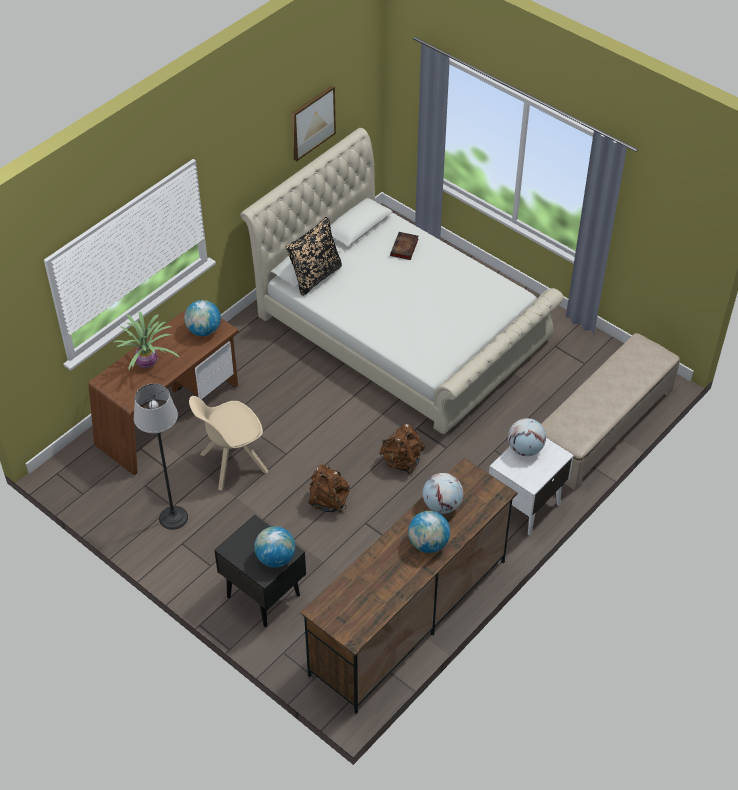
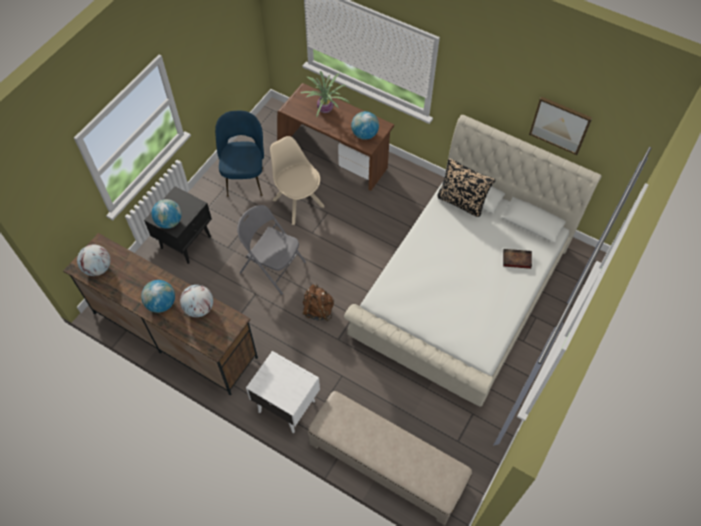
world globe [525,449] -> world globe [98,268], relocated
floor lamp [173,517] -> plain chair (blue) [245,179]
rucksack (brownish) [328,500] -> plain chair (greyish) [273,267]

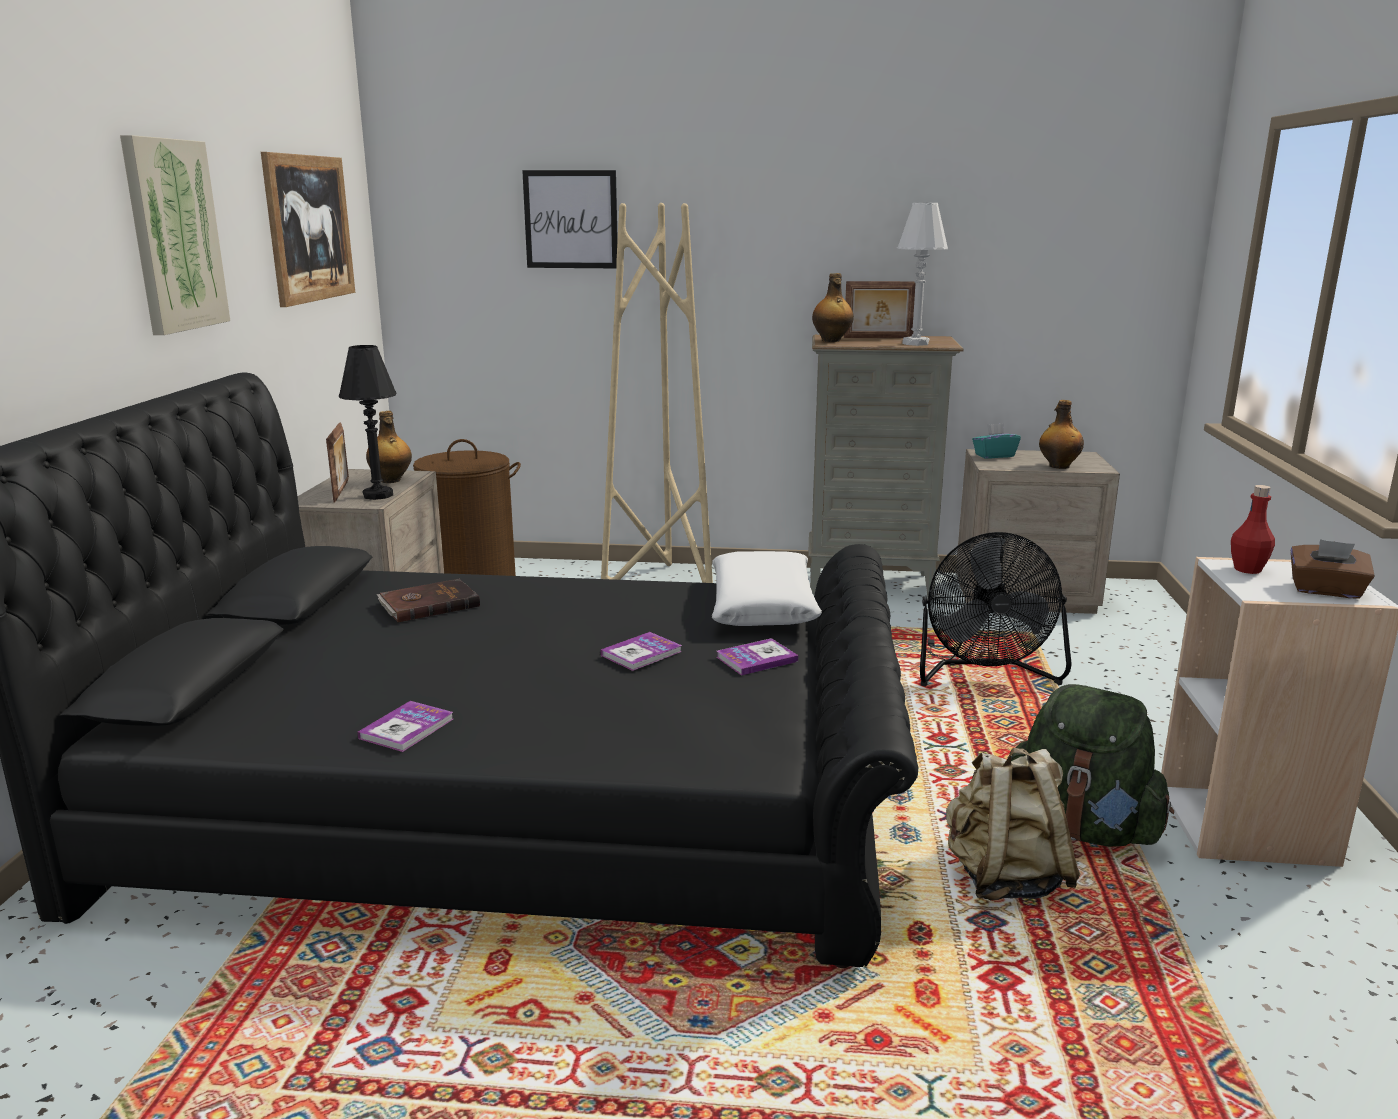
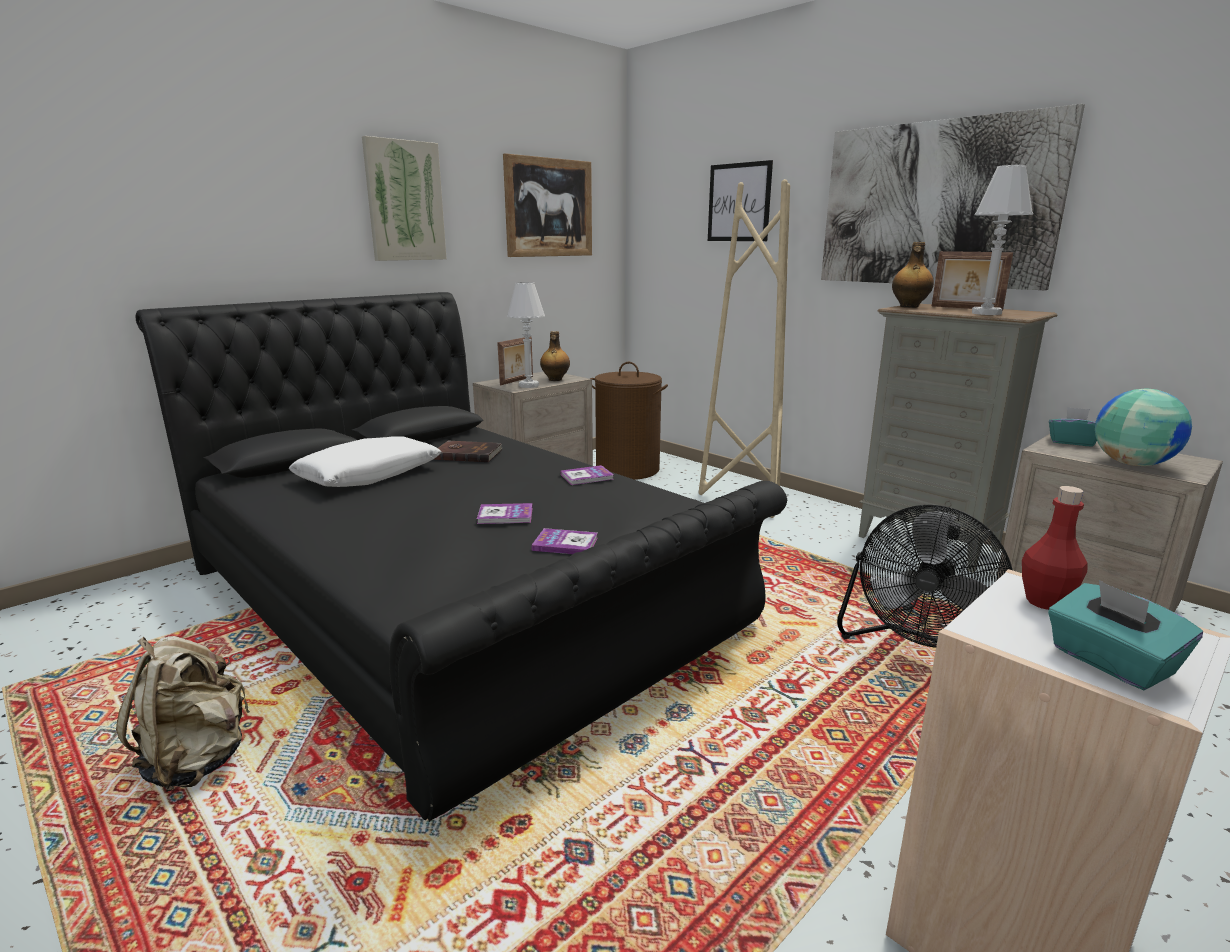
rucksack (sand-coloured) [1004,879] -> rucksack (sand-coloured) [197,760], relocated
cushion (white-coloured) [763,605] -> cushion (white-coloured) [369,475], relocated
tabletop lamp (blackish) [378,495] -> tabletop lamp (white-coloured) [529,386]
book [407,728] -> book [587,477], relocated
none -> wall picture [935,205]
box of tissues (brownish) [1326,591] -> box of tissues (turquoise) [1109,662]
beverage bottle [1058,466] -> world globe [1131,464]
rucksack (greenish) [1081,829] -> none

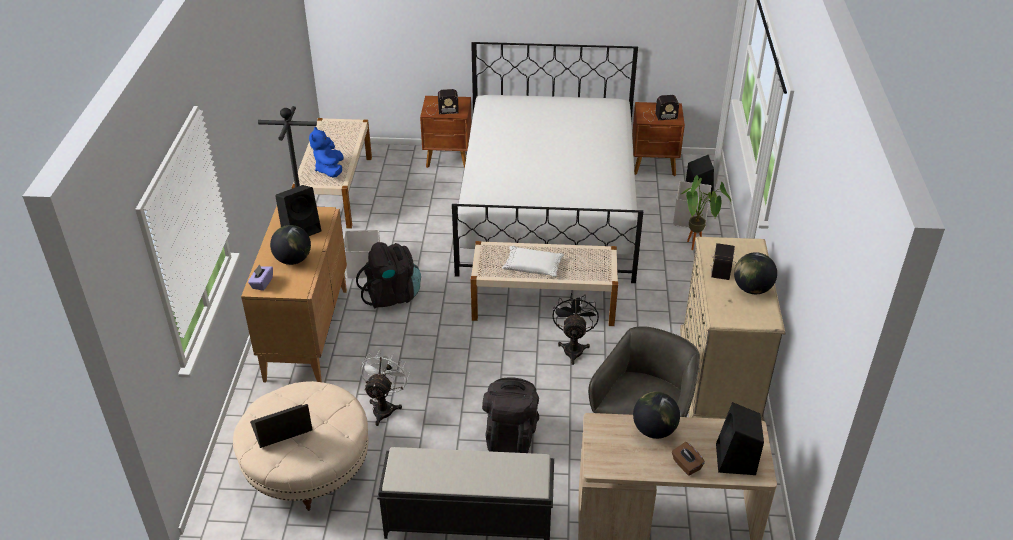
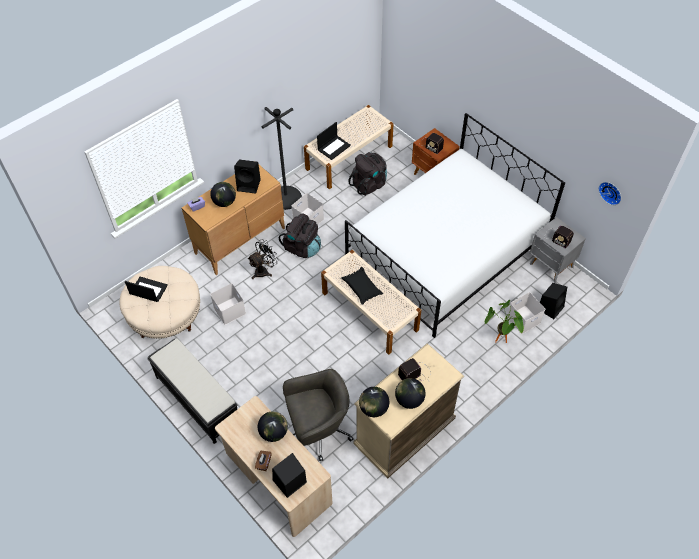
cooling fan (white-coloured) [385,407] -> storage container (white-coloured) [229,310]
cooling fan (blackish) [573,347] -> cooling fan (blackish) [264,270], relocated
cuddly toy (blue) [330,170] -> notebook computer [334,147]
cushion (white-coloured) [533,265] -> cushion (blackish) [362,287]
rucksack (blackish) [511,436] -> rucksack (blackish) [369,184], relocated
none -> world globe [373,408]
nightstand (brownish) [654,165] -> nightstand (greyish) [551,266]
none -> wall clock [611,192]

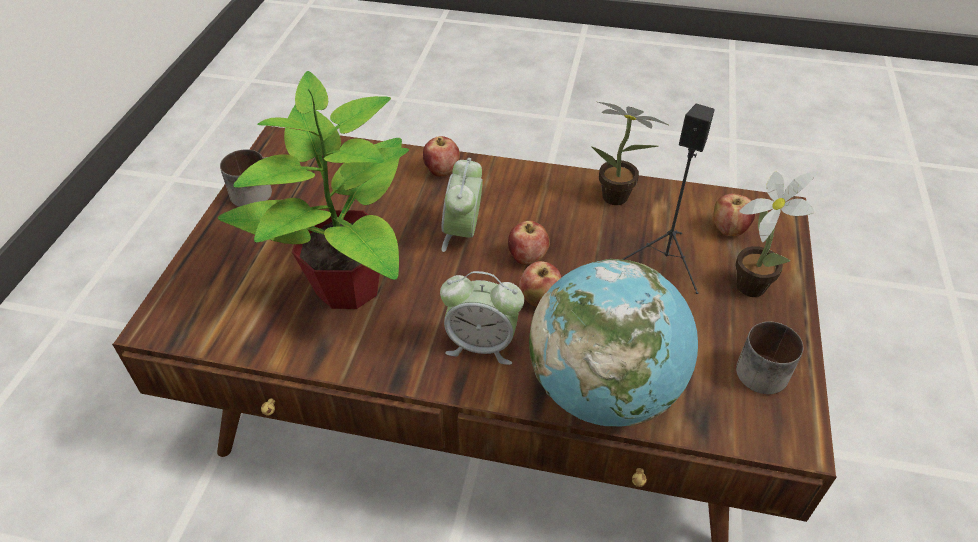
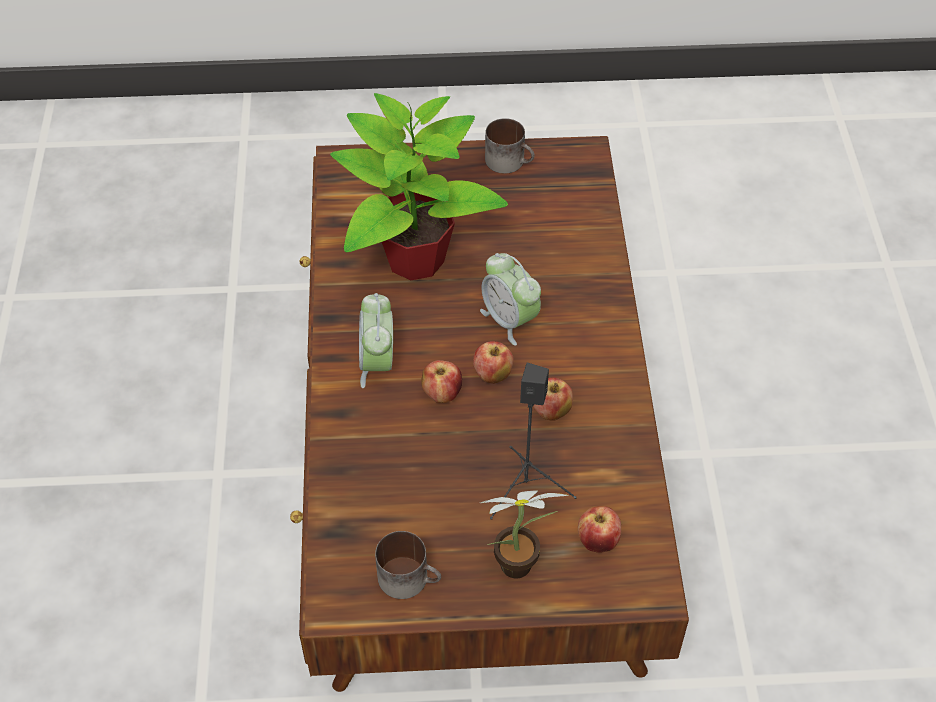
table clock [463,233] -> table clock [509,320], 120 degrees counterclockwise
apple [441,171] -> apple [551,412], relocated
world globe [604,390] -> none
plant in a pot [619,199] -> none

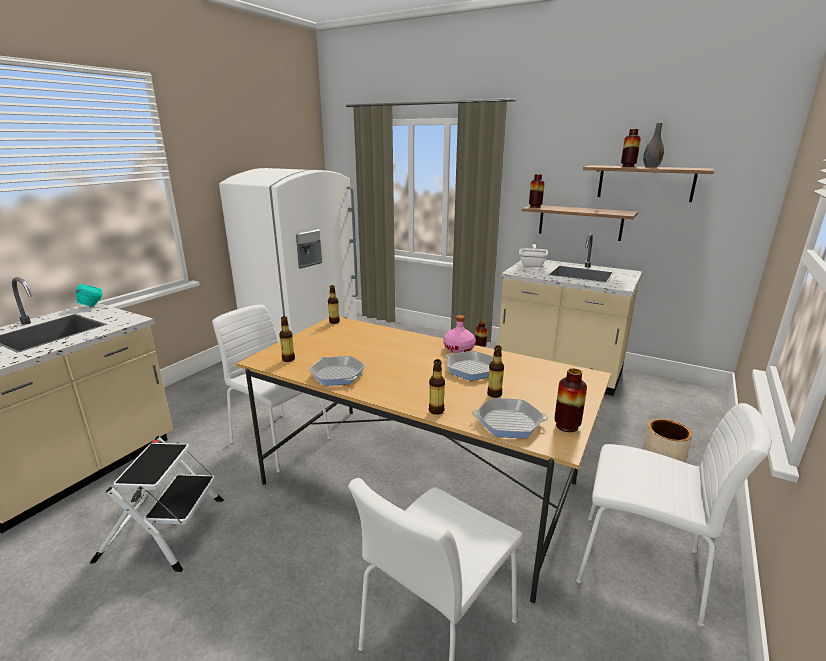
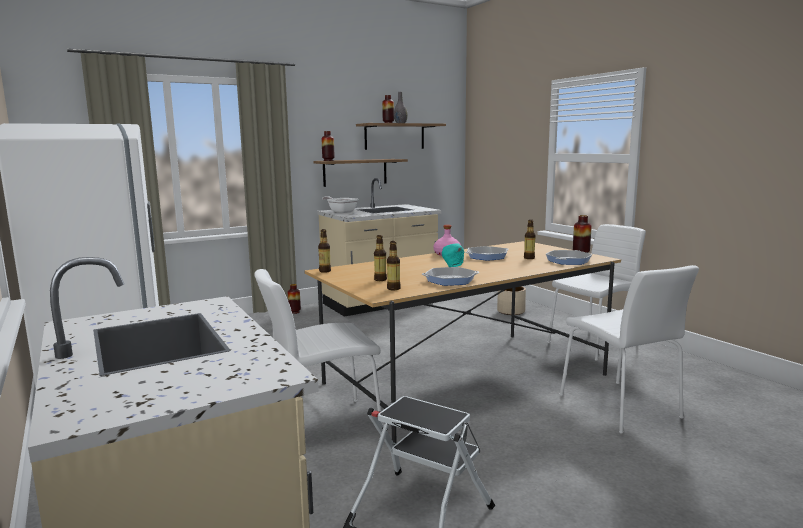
beverage bottle [436,410] -> beverage bottle [380,280], relocated
serving bowl (turquoise) [91,306] -> serving bowl (turquoise) [453,267], relocated

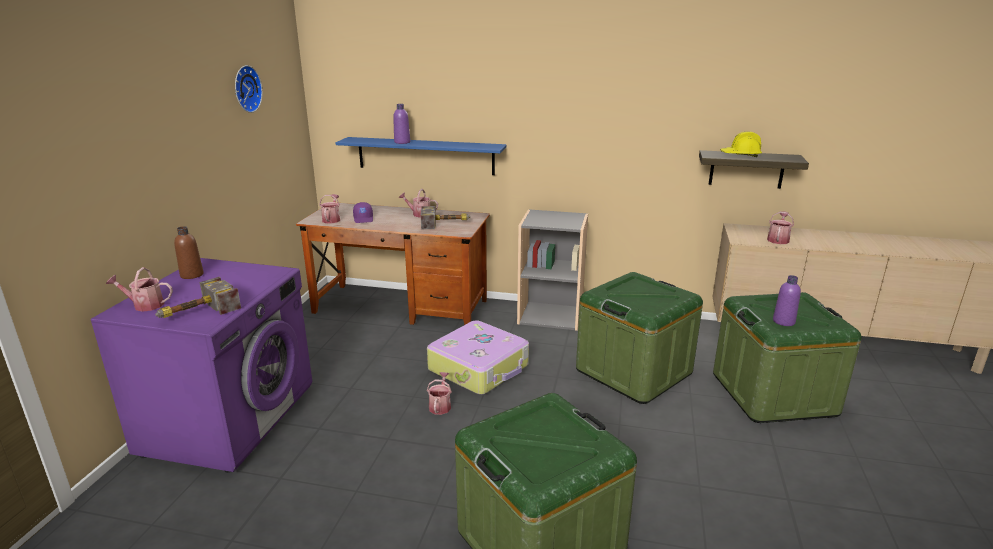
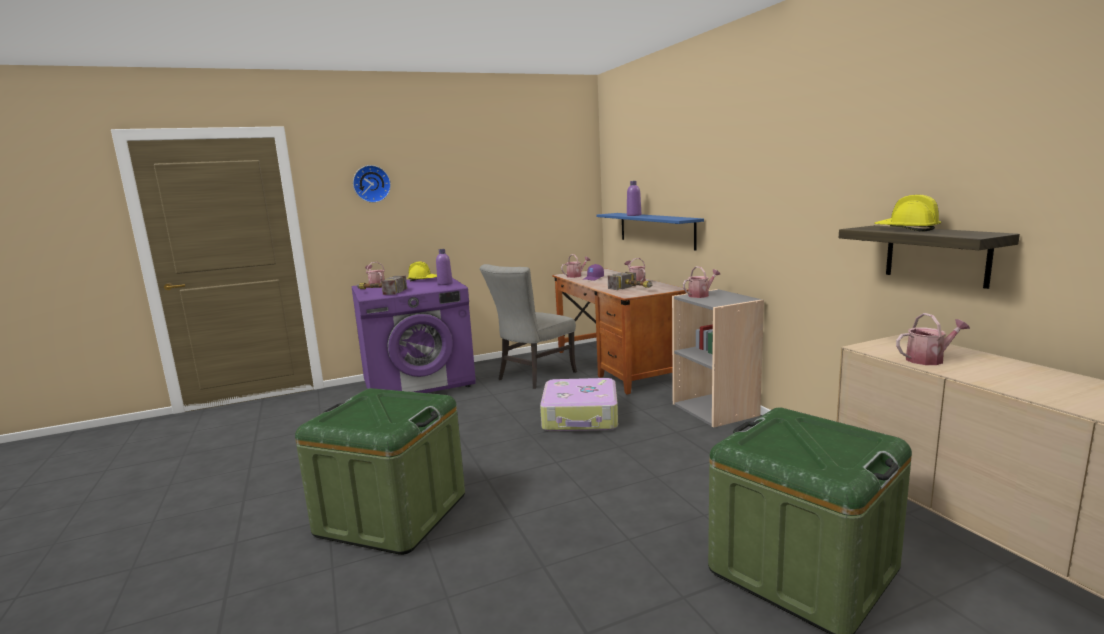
wall clock [245,89] -> wall clock [371,184], relocated
beverage bottle (brownish) [192,275] -> hard hat (yellow-coloured) [423,280]
beverage bottle (purple) [783,321] -> beverage bottle (purple) [445,284], relocated
none -> plain chair (greyish) [533,376]
sprinkling can [440,405] -> sprinkling can [700,295], relocated
storage container (greenish) [633,371] -> none

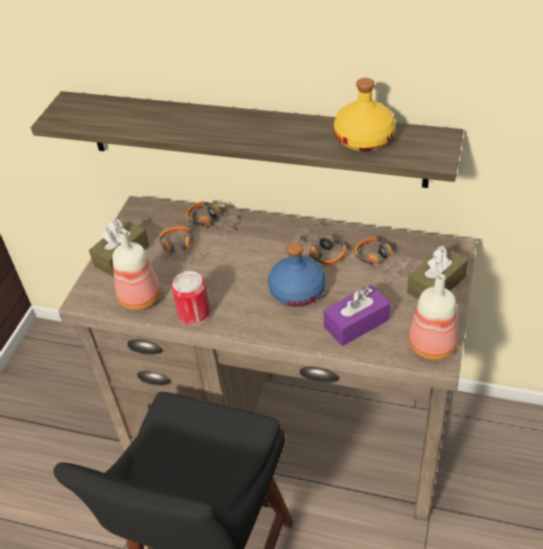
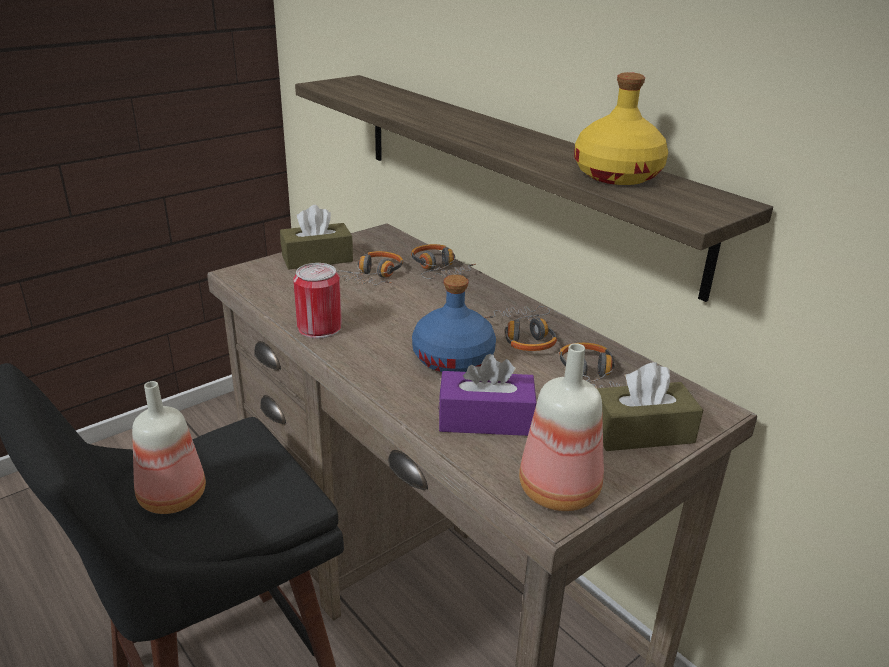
beverage bottle [139,299] -> beverage bottle [170,497], relocated

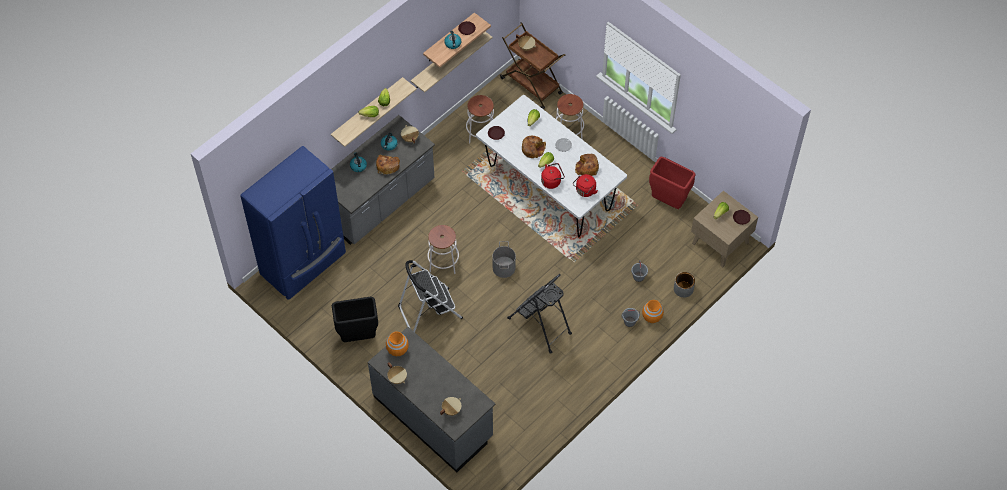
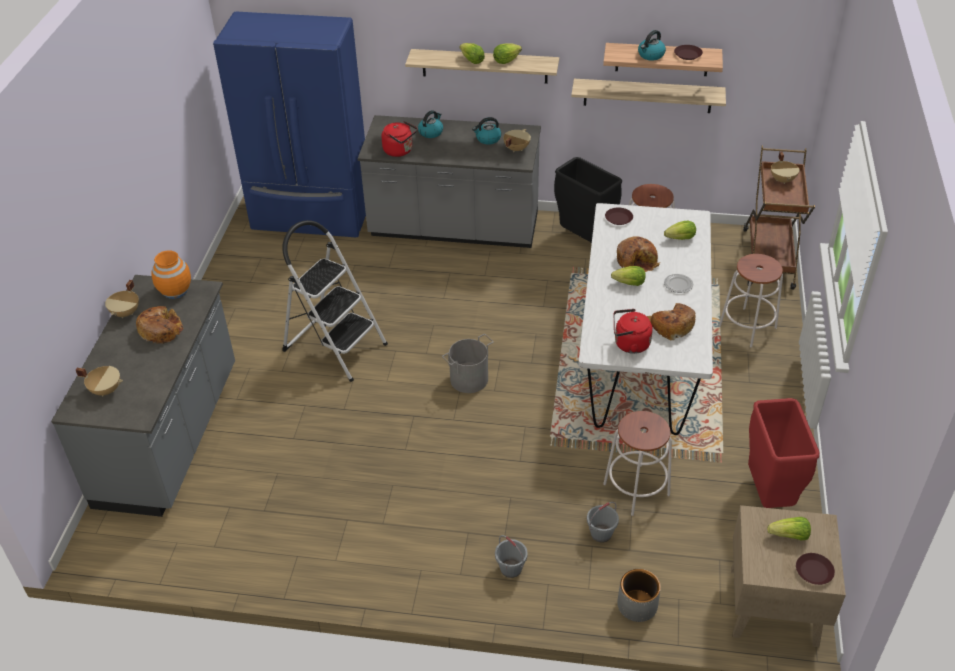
bakery bread [387,166] -> bakery bread [161,330], relocated
tea kettle (red) [552,181] -> tea kettle (red) [400,151], relocated
trash can (blackish) [358,337] -> trash can (blackish) [584,239], relocated
sitting stool (white-coloured) [443,262] -> sitting stool (white-coloured) [636,489], relocated
step stool [540,326] -> none
decorative vase (orange-coloured) [652,317] -> none

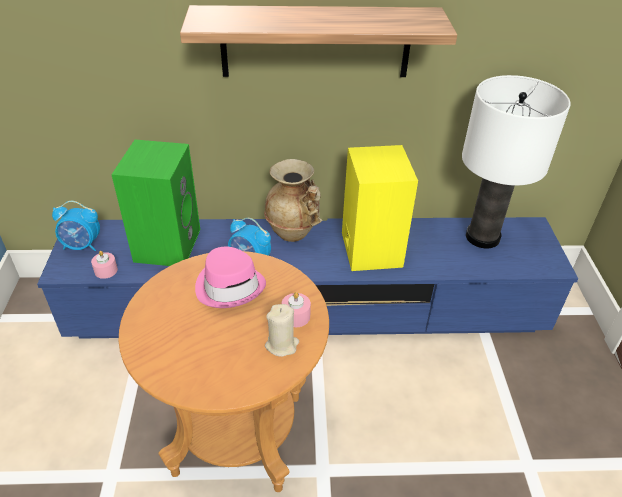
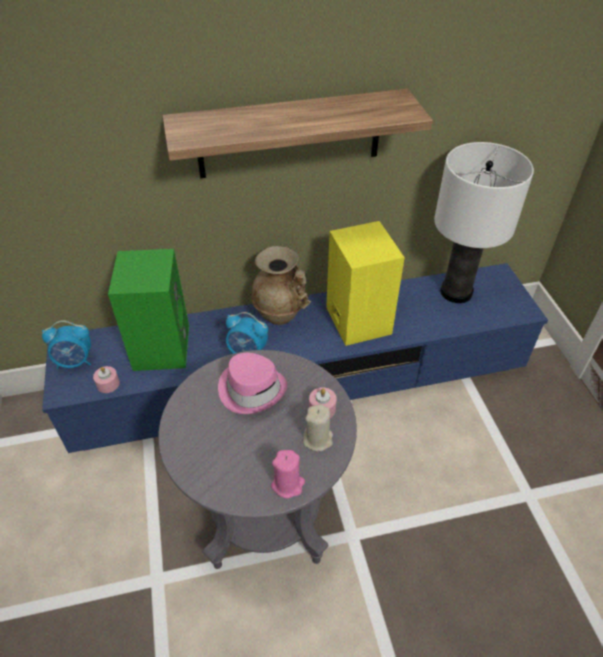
end table (brownish) [238,433] -> end table (greyish) [266,516]
none -> wax light (pinkish) [288,484]

